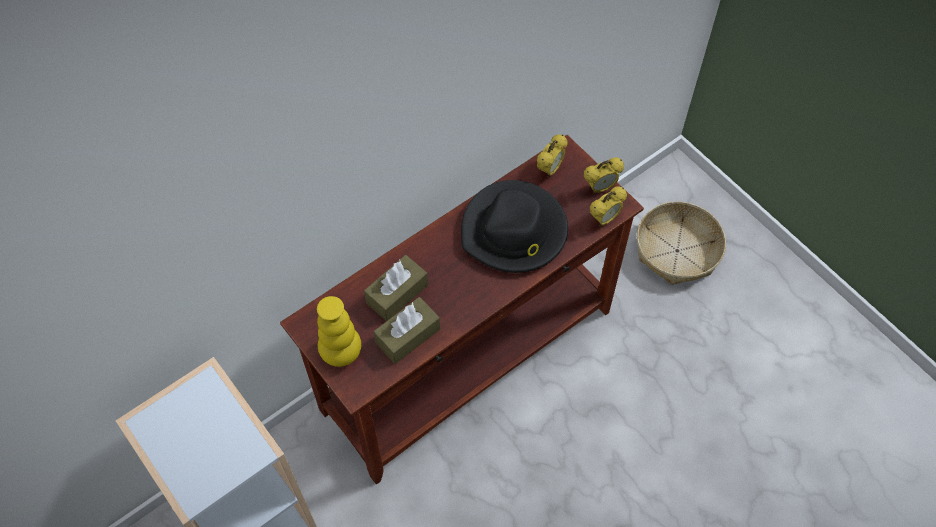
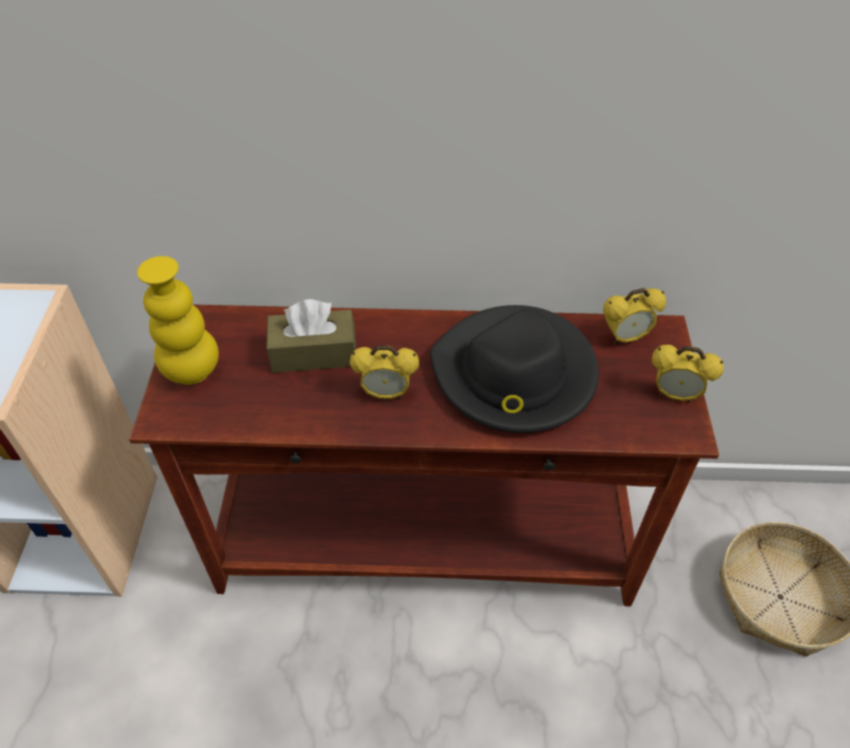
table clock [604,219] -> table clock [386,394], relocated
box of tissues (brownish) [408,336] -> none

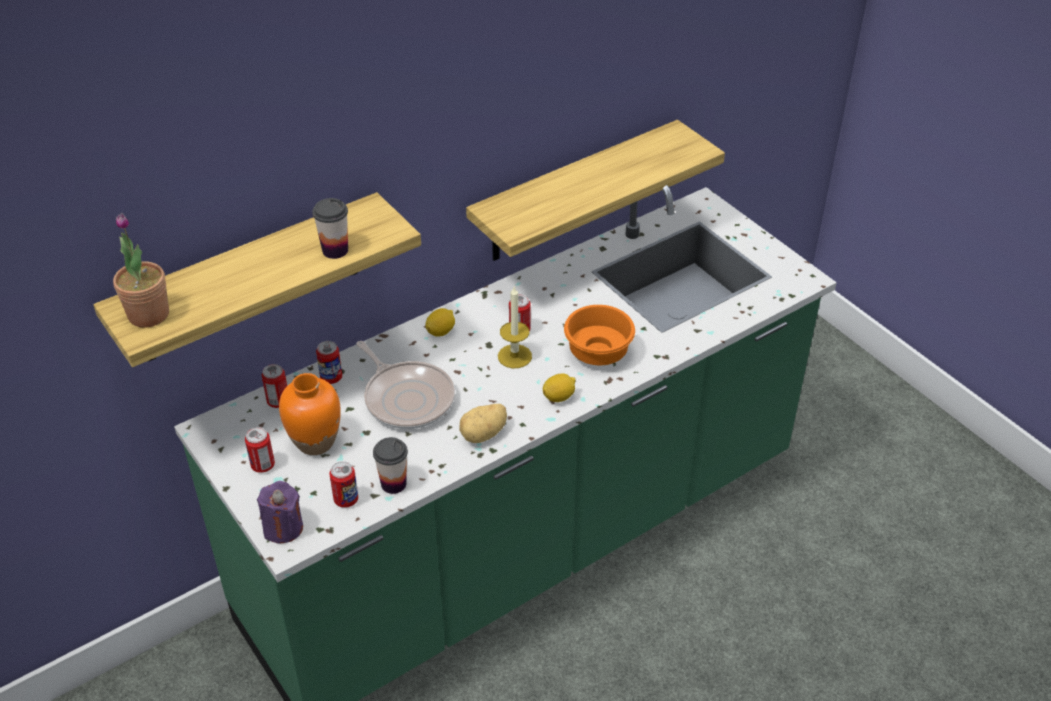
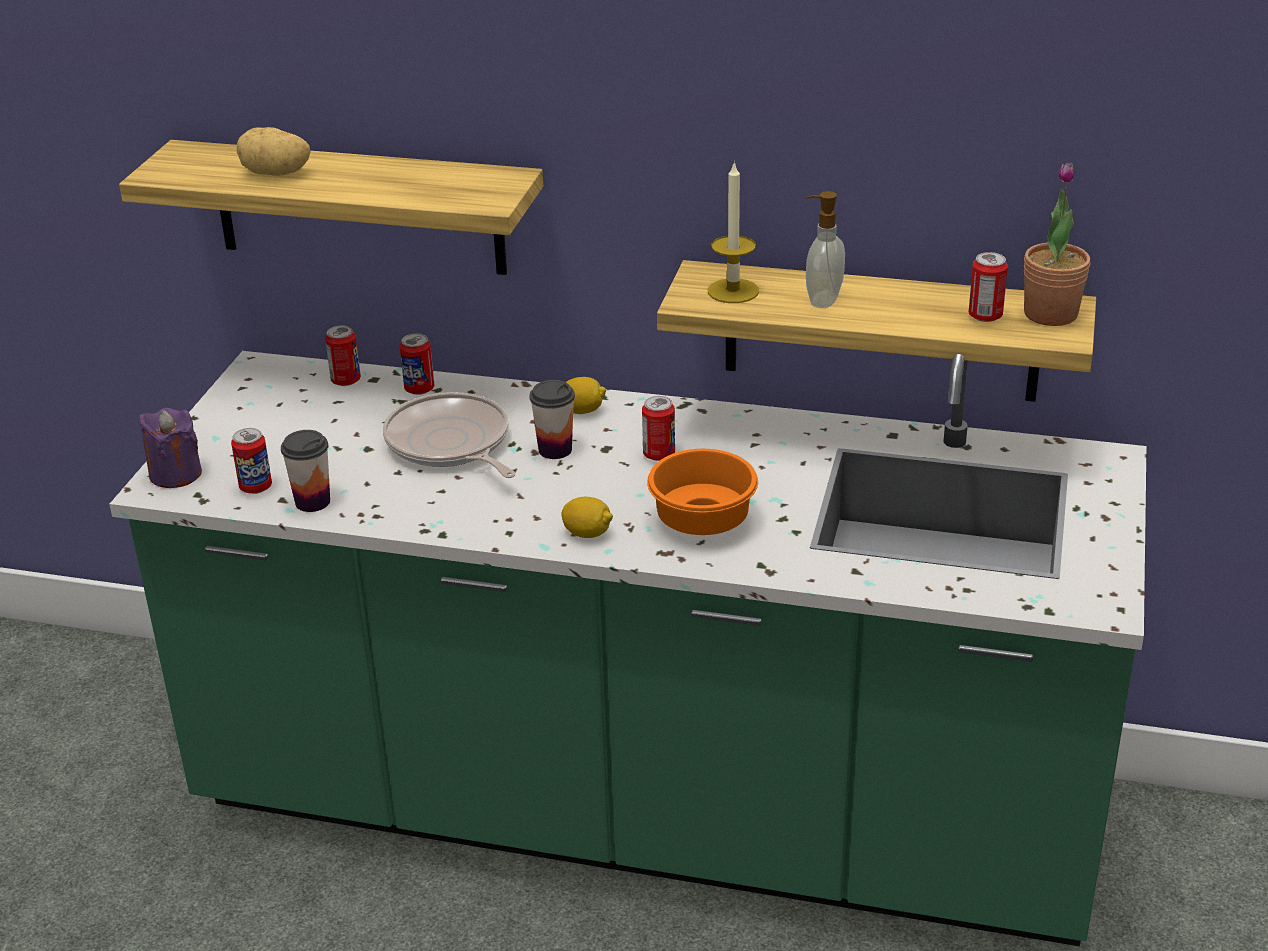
spud [484,434] -> spud [275,174], relocated
skillet [407,398] -> skillet [450,444], 135 degrees clockwise
cup [335,250] -> cup [555,450], relocated
wax light [514,356] -> wax light [733,291], relocated
none -> soap bottle [822,300]
metal can [263,465] -> metal can [985,316], relocated
plant in a pot [148,314] -> plant in a pot [1050,314], relocated
decorative vase (orange-coloured) [315,442] -> none

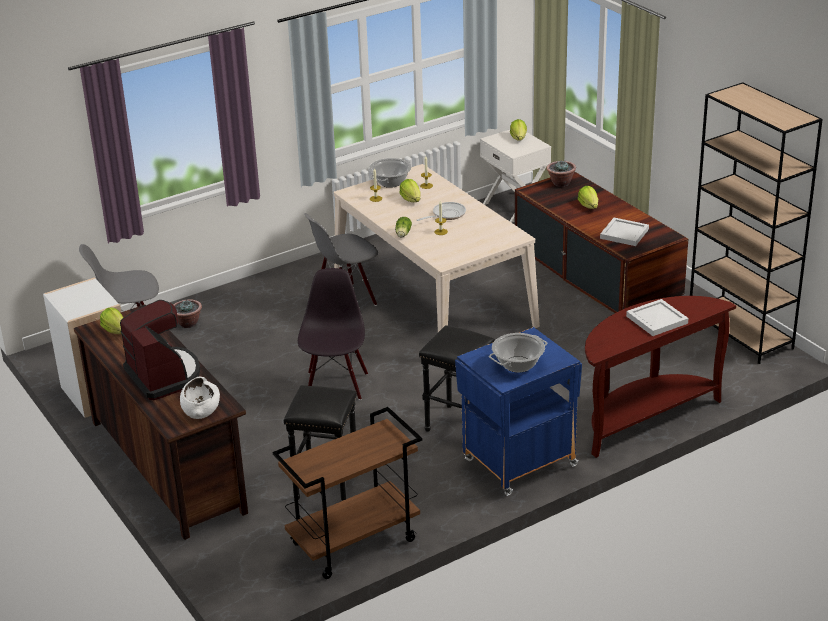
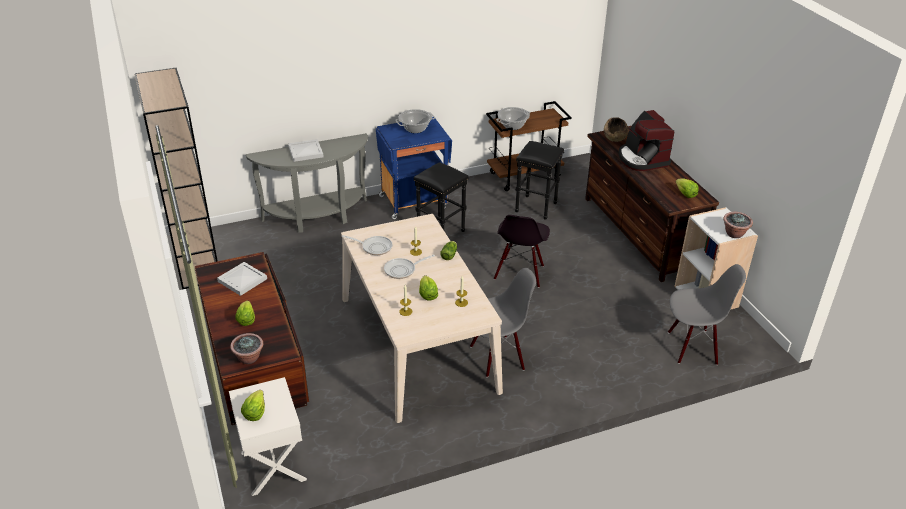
hall table (brownish) [644,417] -> hall table (greyish) [317,217]
none -> skillet [374,247]
stockpot [390,182] -> stockpot [512,125], relocated
serving bowl (white-coloured) [201,409] -> serving bowl (brownish) [615,137]
plant in a pot [188,323] -> plant in a pot [734,234], relocated

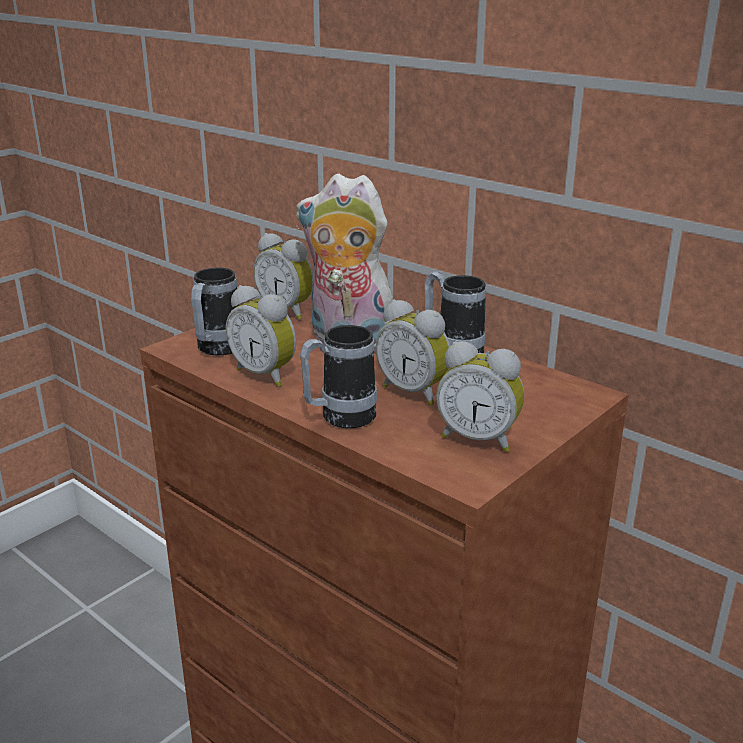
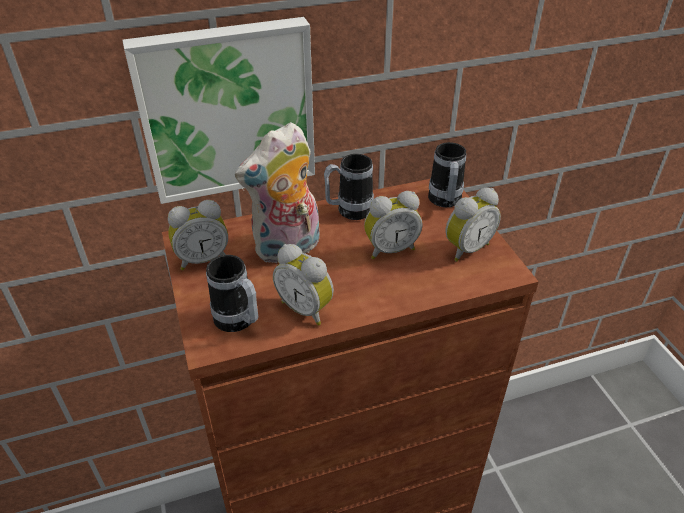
none -> wall picture [227,109]
table clock [266,374] -> table clock [307,308], 60 degrees clockwise
mug [339,418] -> mug [445,202], relocated

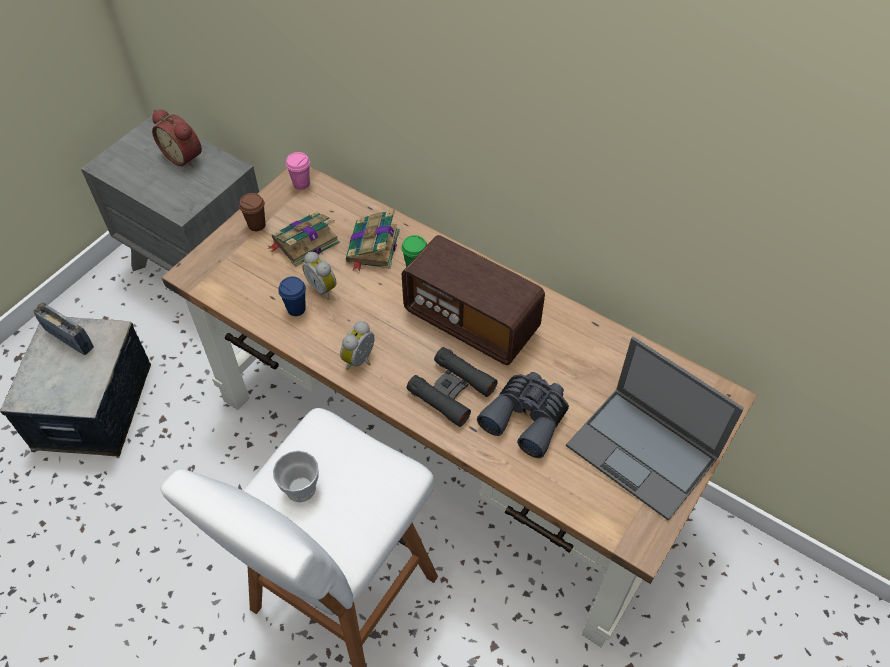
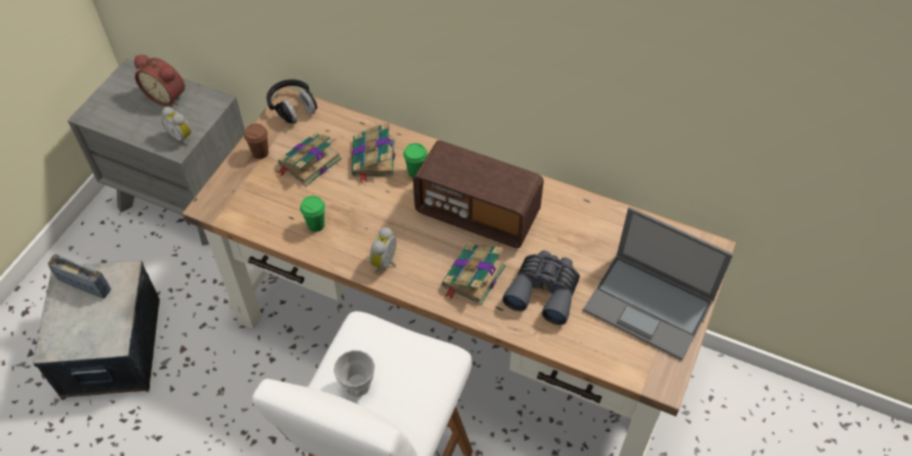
table clock [323,288] -> table clock [182,137], relocated
cup (pinkish) [301,184] -> headphones (blackish) [293,109]
cup (blue) [296,309] -> cup (greenish) [316,225]
pair of binoculars (blackish) [451,390] -> book [473,277]

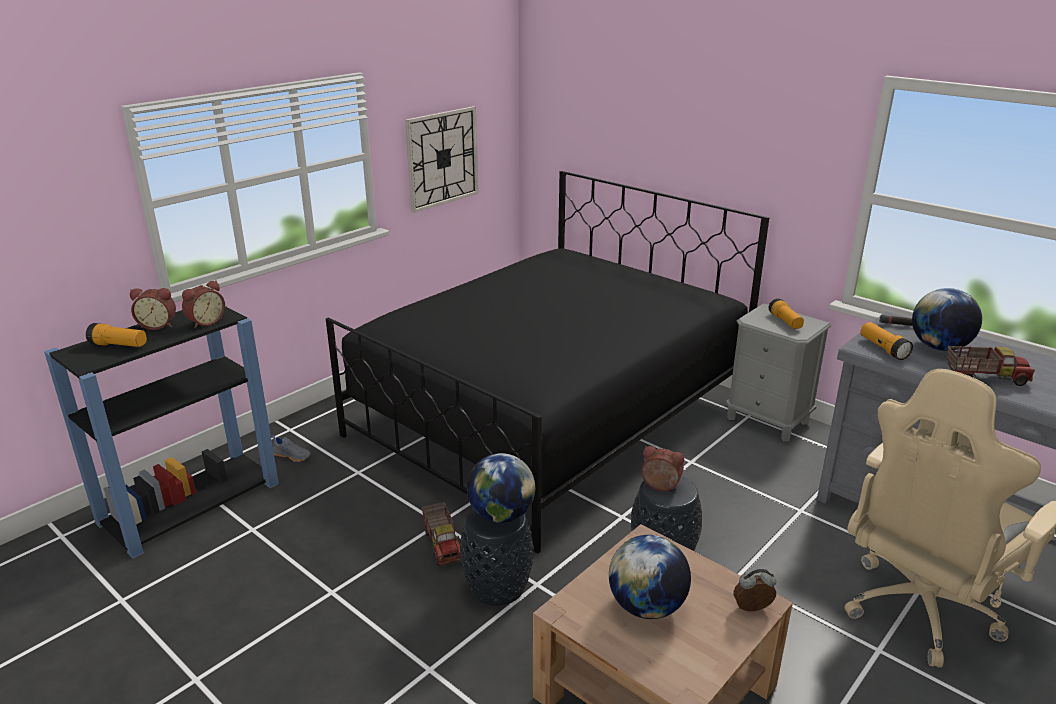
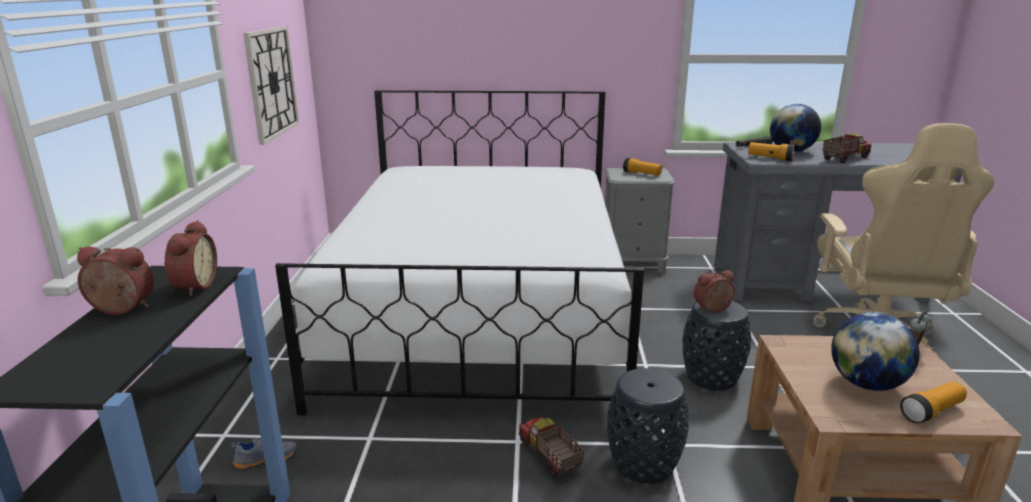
table clock [158,325] -> table clock [120,310], 135 degrees counterclockwise
bed (blackish) [551,415] -> bed (white-coloured) [481,316]
toy truck [443,545] -> toy truck [549,457], 150 degrees counterclockwise
hand torch [119,345] -> hand torch [931,412], relocated
world globe [501,515] -> none

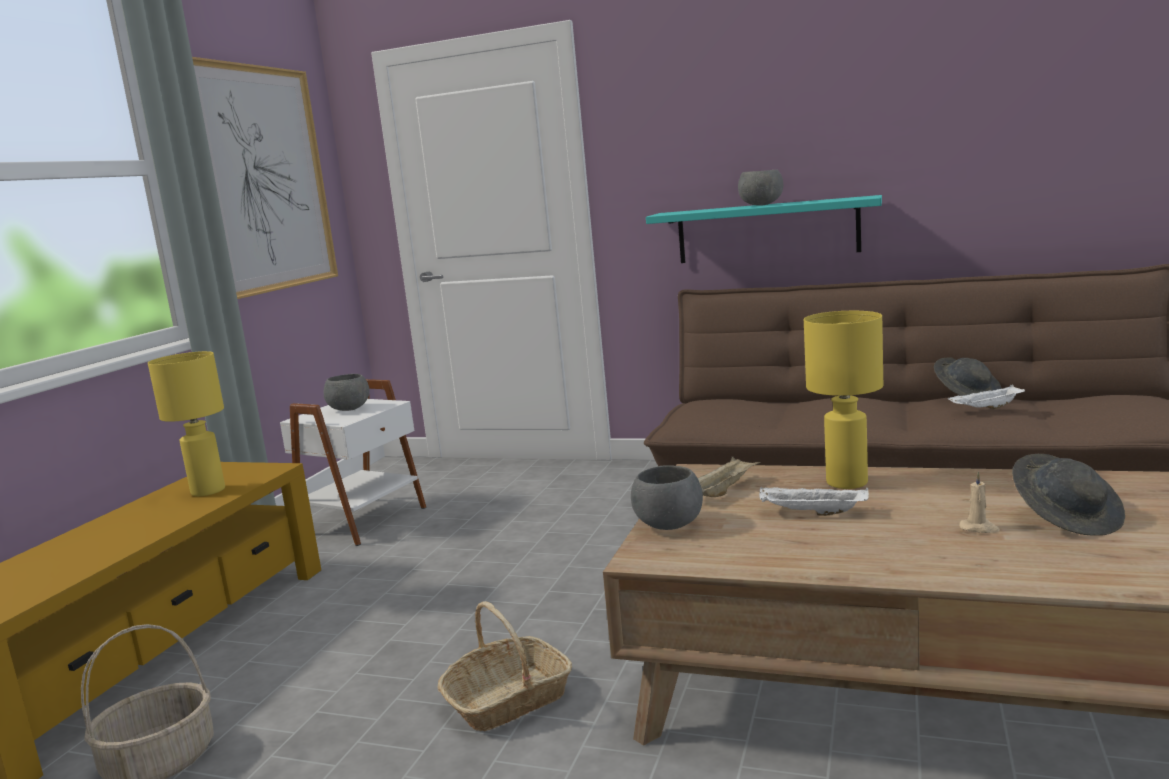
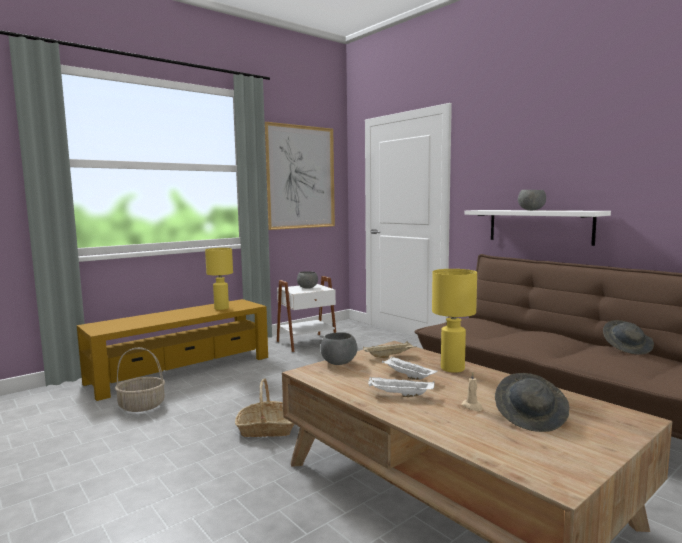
carrying tray (white-coloured) [986,409] -> carrying tray (white-coloured) [399,395], relocated
wall shelf (turquoise) [767,231] -> wall shelf (white-coloured) [539,226]

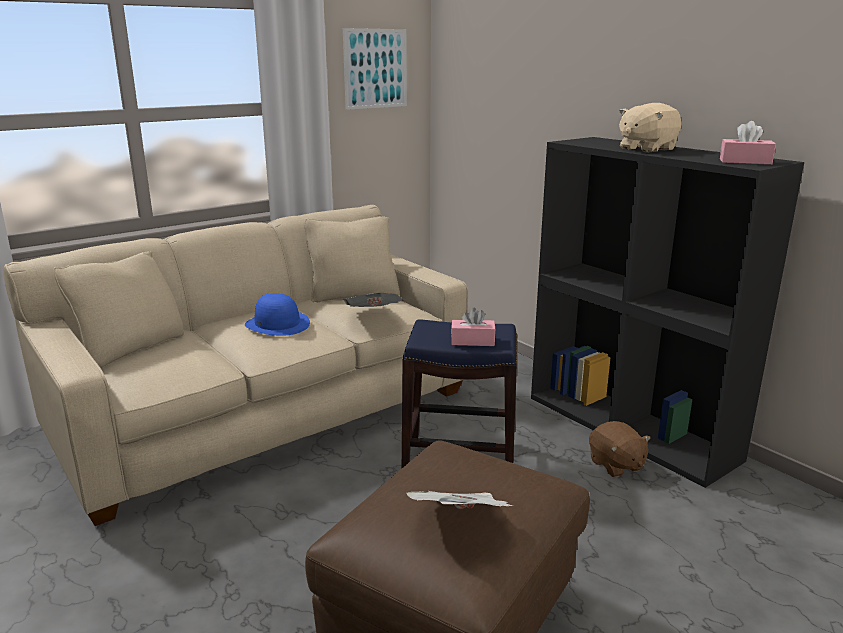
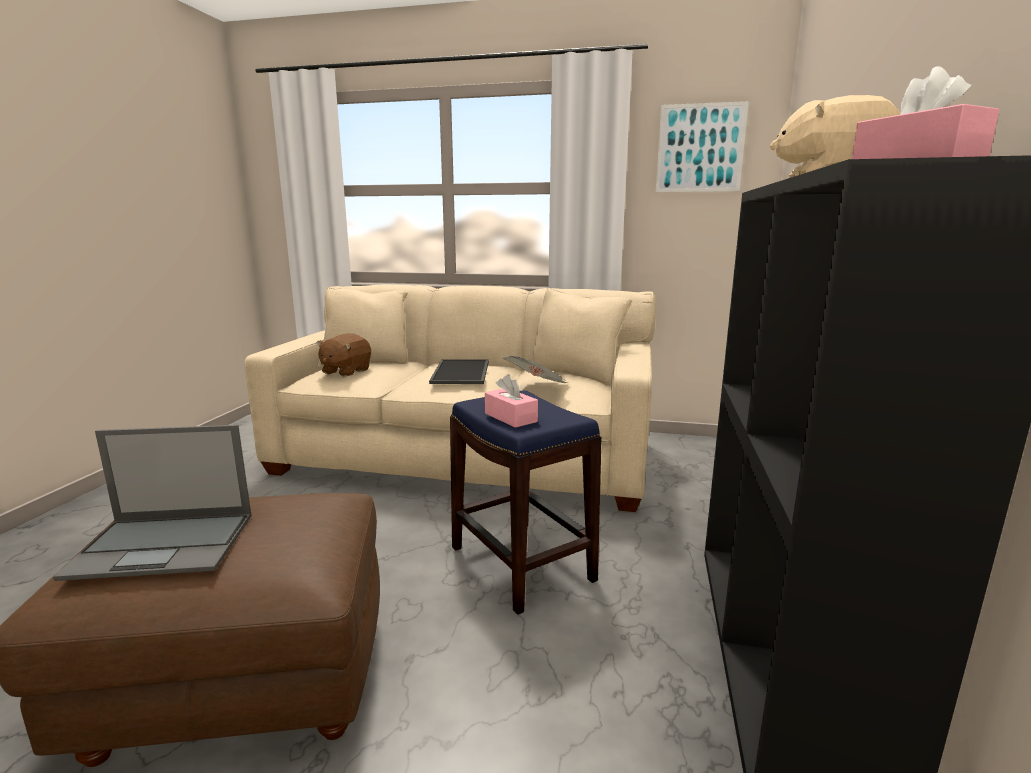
printed paper [461,522] -> notebook computer [165,545]
cuddly toy (brownish) [616,465] -> cuddly toy (brownish) [345,371], relocated
hat (blue) [277,324] -> carrying tray [462,372]

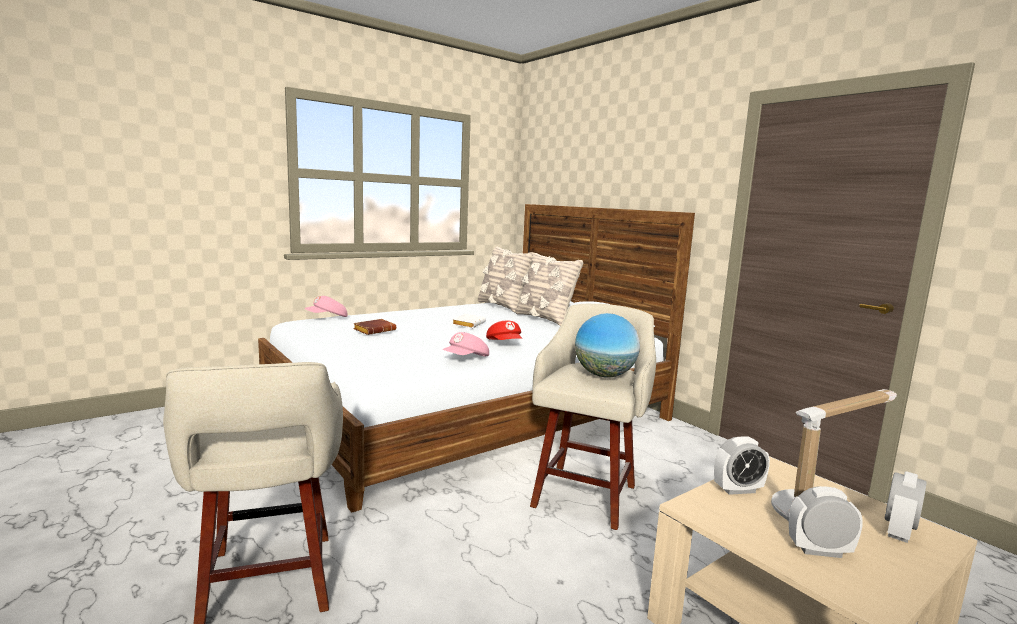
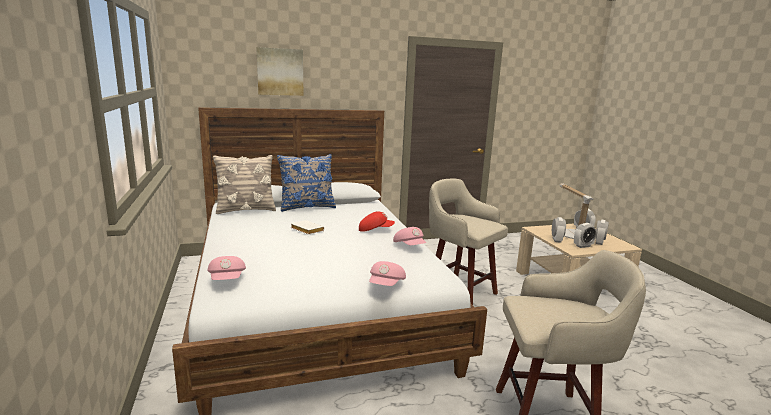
none -> wall picture [280,72]
cushion (sand-coloured) [544,319] -> cushion (blue) [307,208]
none -> baseball cap (pinkish) [387,285]
none -> table clock [583,246]
book (brownish) [375,330] -> none
world globe [604,375] -> none

